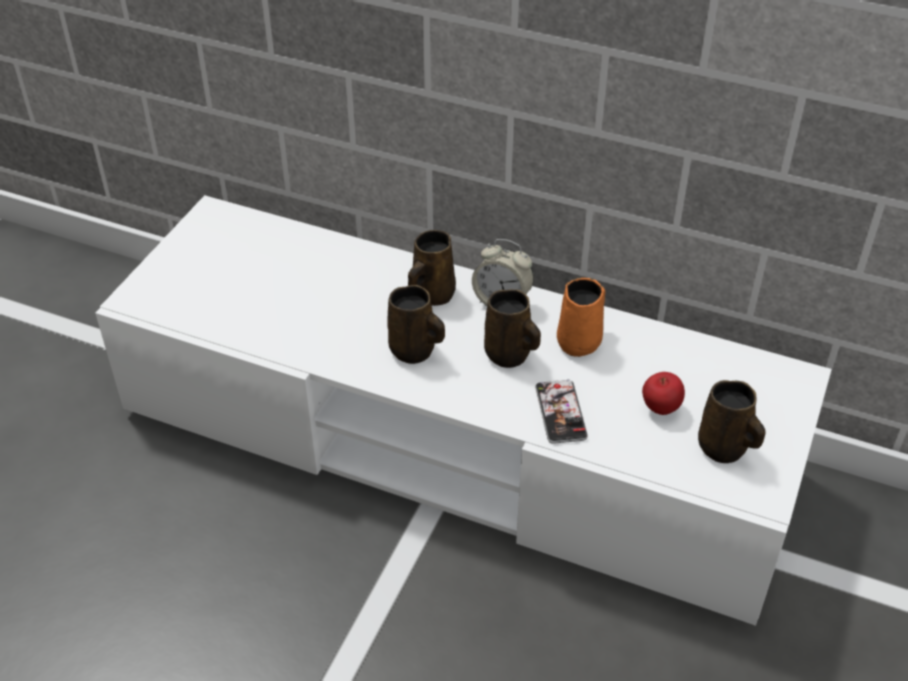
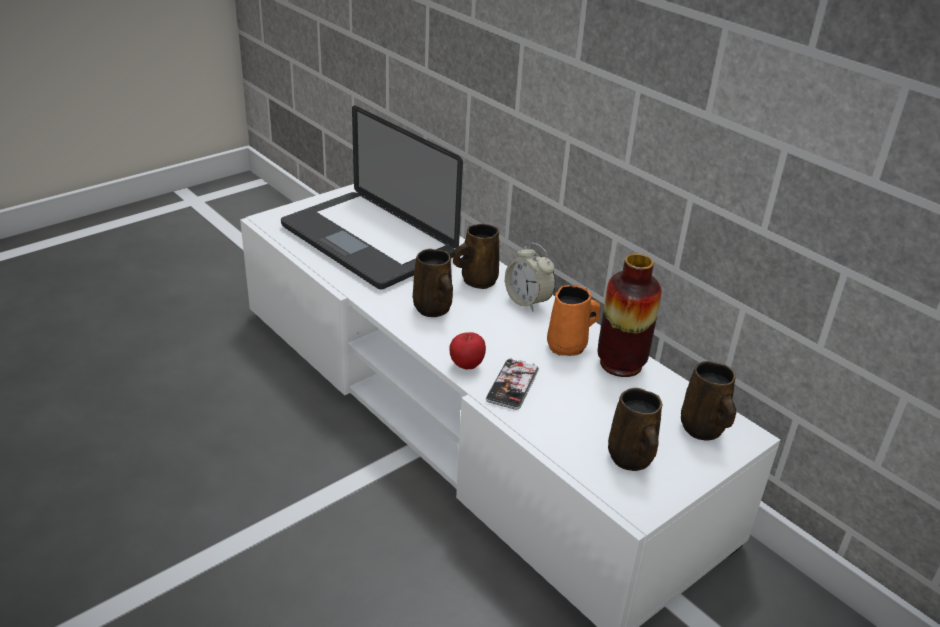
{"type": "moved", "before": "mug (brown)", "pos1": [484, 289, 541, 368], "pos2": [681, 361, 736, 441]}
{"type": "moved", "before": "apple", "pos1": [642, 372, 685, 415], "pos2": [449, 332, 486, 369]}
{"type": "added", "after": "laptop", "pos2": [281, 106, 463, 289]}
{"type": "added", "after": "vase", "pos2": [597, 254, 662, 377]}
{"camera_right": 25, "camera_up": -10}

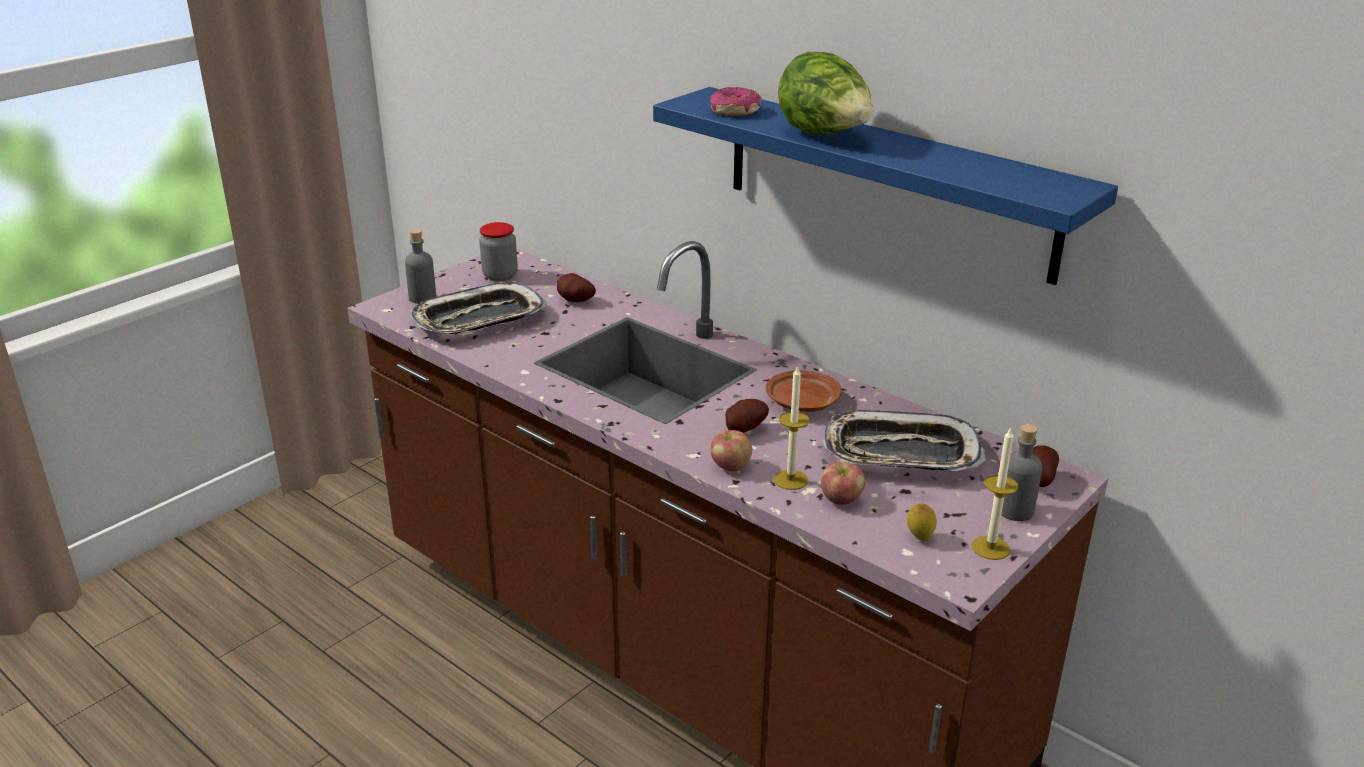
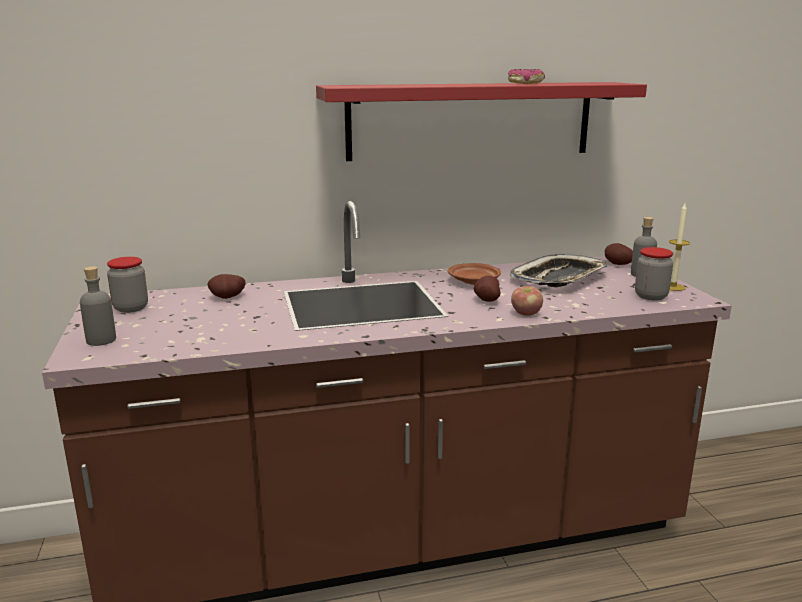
{"type": "removed", "before": "tray", "pos1": [411, 282, 546, 334]}
{"type": "recoloured", "before": "shelf (blue)", "after": "shelf (red)", "pos1": [653, 87, 1118, 285], "pos2": [316, 82, 647, 161]}
{"type": "moved", "before": "donut", "pos1": [710, 87, 762, 116], "pos2": [508, 69, 545, 84]}
{"type": "removed", "before": "candle", "pos1": [774, 365, 810, 490]}
{"type": "removed", "before": "lettuce", "pos1": [778, 52, 873, 134]}
{"type": "removed", "before": "apple", "pos1": [820, 462, 865, 505]}
{"type": "replaced", "before": "lemon", "after": "jar", "pos1": [907, 504, 937, 541], "pos2": [635, 247, 673, 301]}
{"camera_right": -55, "camera_up": -10}

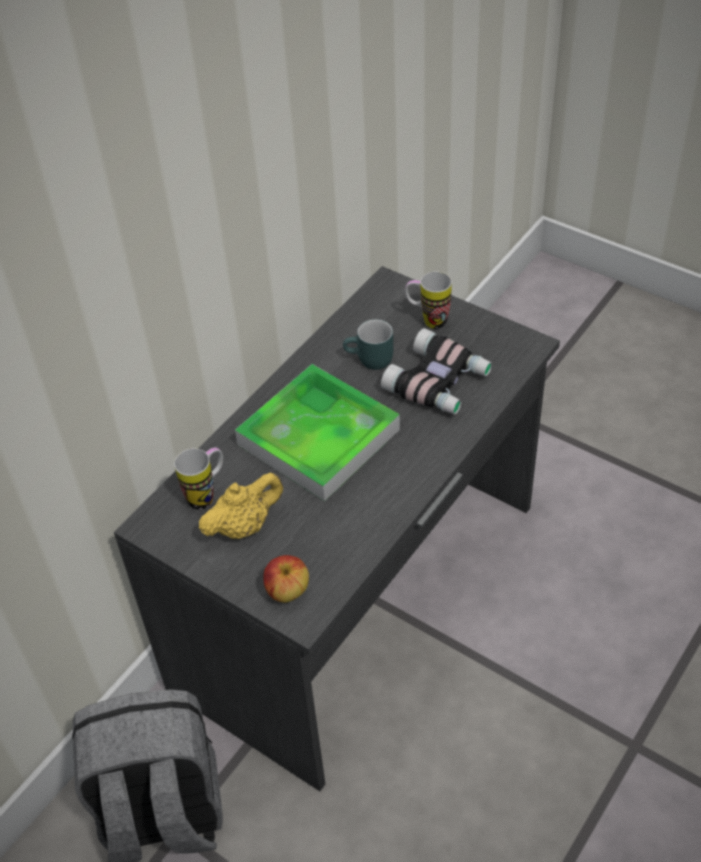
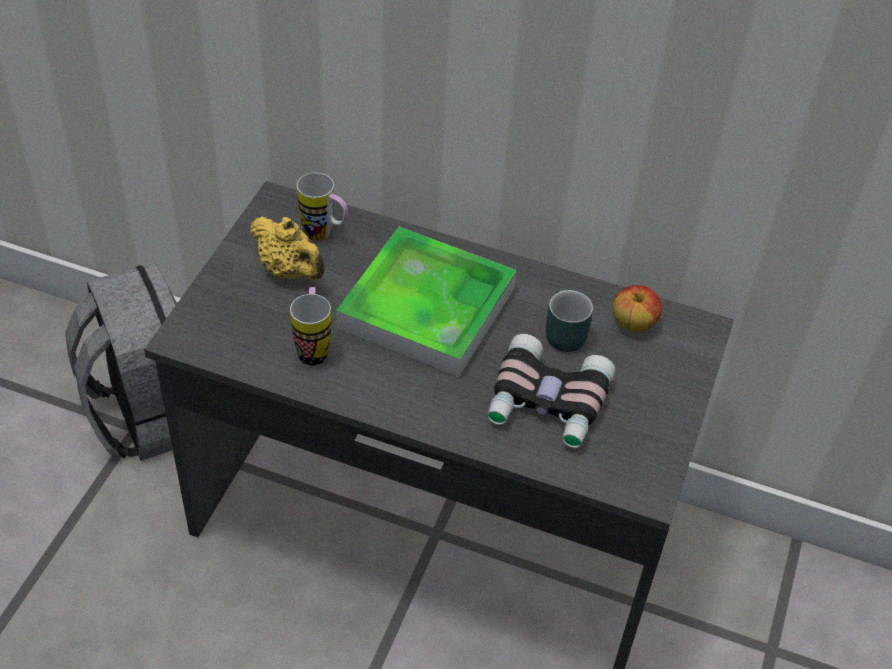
{"type": "moved", "before": "apple", "pos1": [264, 555, 309, 603], "pos2": [612, 285, 662, 332]}
{"type": "moved", "before": "mug", "pos1": [405, 271, 452, 329], "pos2": [290, 287, 331, 366]}
{"camera_right": 70, "camera_up": 0}

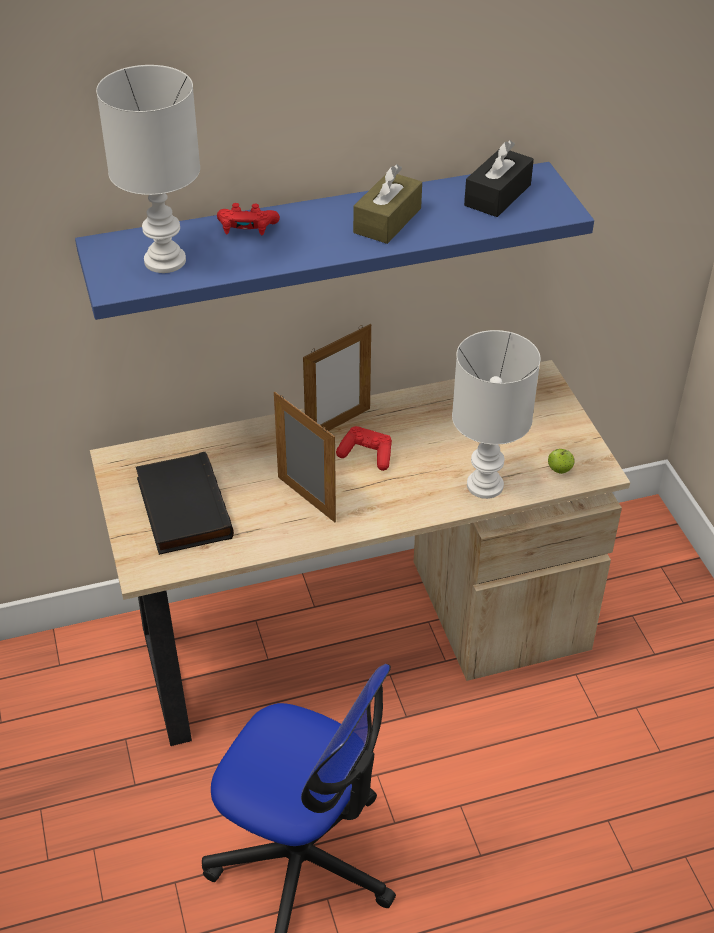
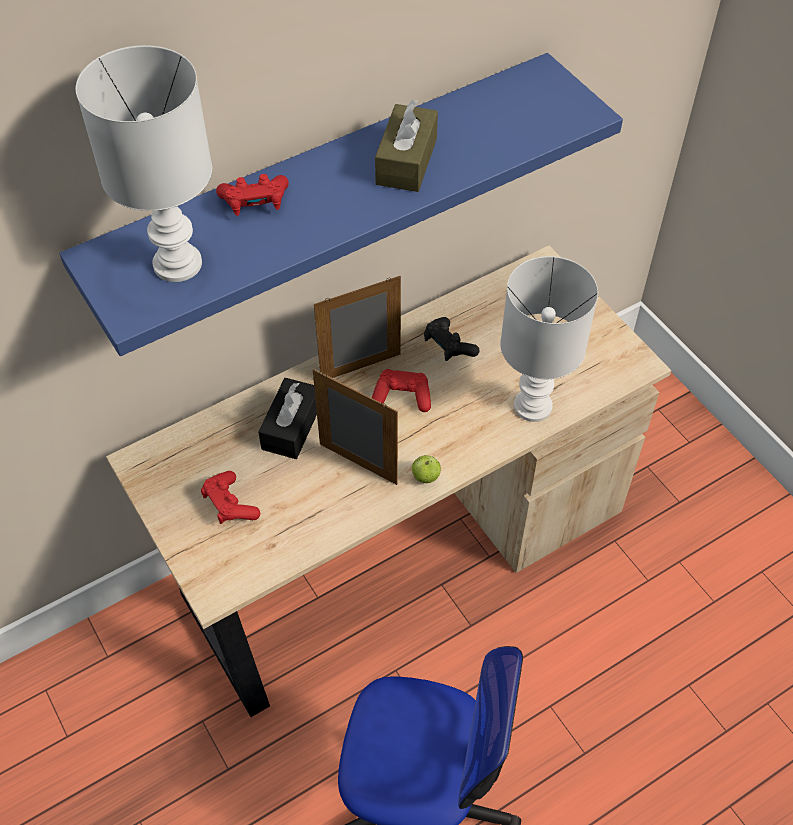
{"type": "replaced", "before": "book (black)", "after": "game controller (red)", "pos1": [136, 452, 234, 555], "pos2": [201, 471, 260, 524]}
{"type": "turned", "before": "picture frame", "pos1": [303, 324, 371, 431], "pos2": [314, 276, 401, 378], "turn": -150}
{"type": "moved", "before": "tissue box (black)", "pos1": [464, 140, 534, 217], "pos2": [258, 378, 317, 459]}
{"type": "moved", "before": "apple", "pos1": [548, 449, 575, 474], "pos2": [412, 455, 441, 483]}
{"type": "added", "after": "game controller (black)", "pos2": [424, 317, 480, 361]}
{"camera_right": -15, "camera_up": 10}

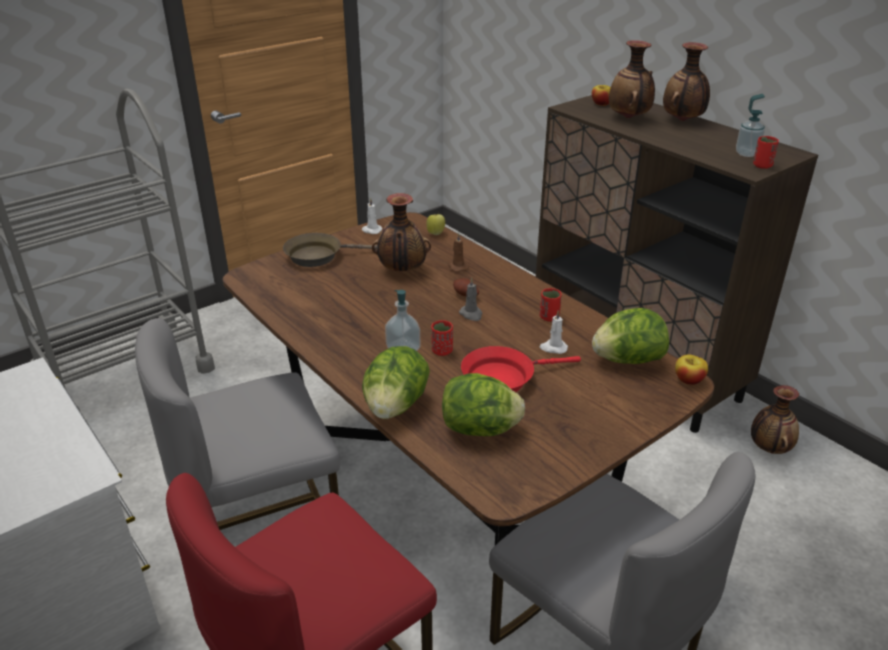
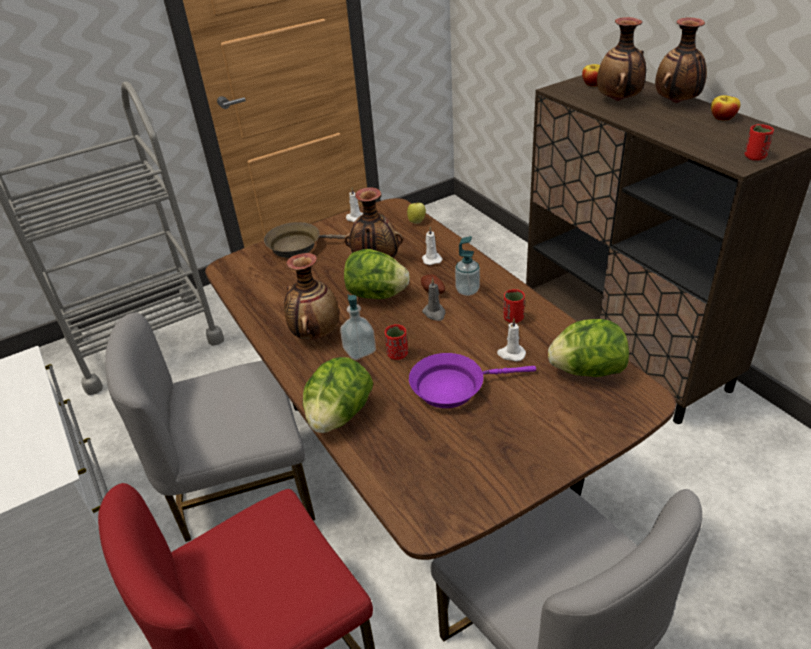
{"type": "moved", "before": "lettuce", "pos1": [442, 373, 525, 436], "pos2": [344, 249, 410, 299]}
{"type": "recoloured", "before": "candle (brown)", "after": "candle (white)", "pos1": [448, 233, 469, 272], "pos2": [422, 227, 443, 265]}
{"type": "recoloured", "before": "frying pan (red)", "after": "frying pan (purple)", "pos1": [461, 346, 581, 392], "pos2": [409, 353, 536, 408]}
{"type": "moved", "before": "apple", "pos1": [675, 355, 708, 385], "pos2": [711, 95, 740, 121]}
{"type": "moved", "before": "soap dispenser", "pos1": [736, 94, 765, 157], "pos2": [455, 236, 480, 296]}
{"type": "moved", "before": "vase", "pos1": [751, 385, 799, 454], "pos2": [284, 253, 339, 340]}
{"camera_right": 10, "camera_up": 5}

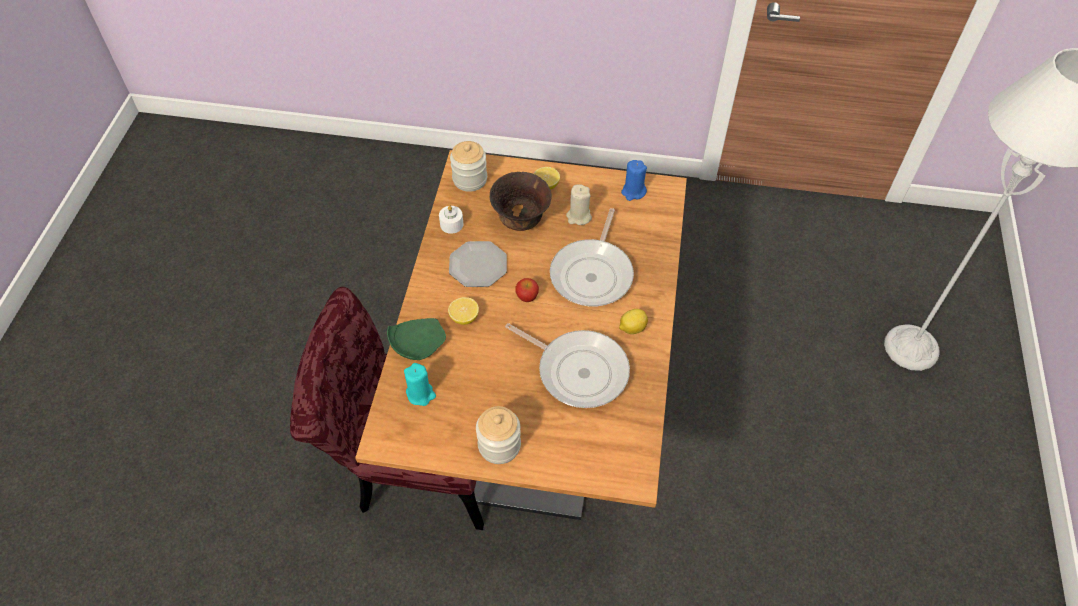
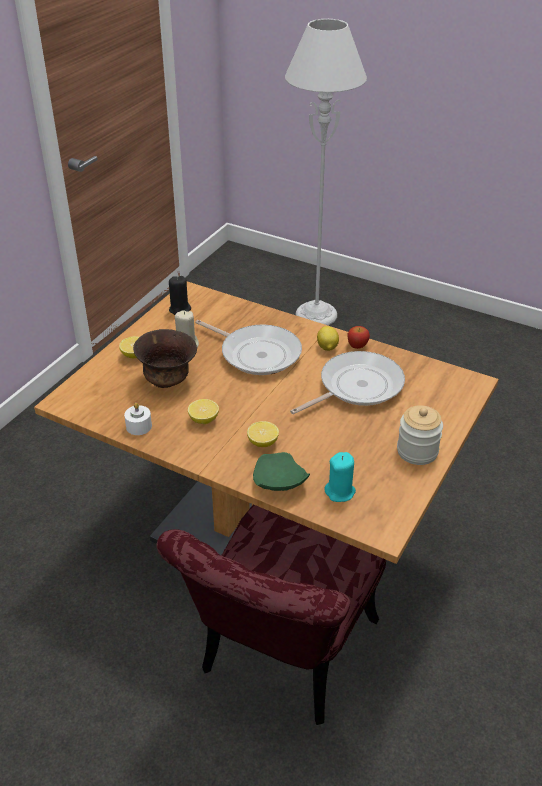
{"type": "replaced", "before": "plate", "after": "lemon", "pos1": [449, 241, 507, 287], "pos2": [188, 399, 219, 424]}
{"type": "removed", "before": "jar", "pos1": [450, 141, 487, 192]}
{"type": "moved", "before": "apple", "pos1": [515, 278, 539, 302], "pos2": [347, 326, 370, 349]}
{"type": "recoloured", "before": "candle (blue)", "after": "candle (black)", "pos1": [621, 160, 647, 201], "pos2": [169, 276, 191, 315]}
{"camera_right": -70, "camera_up": -15}

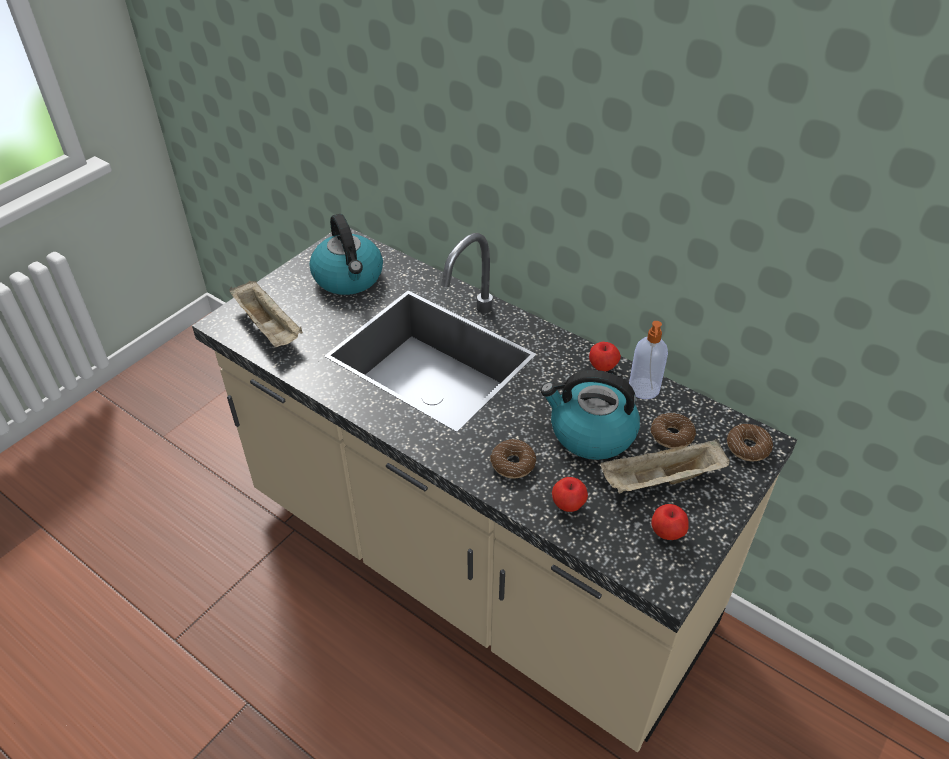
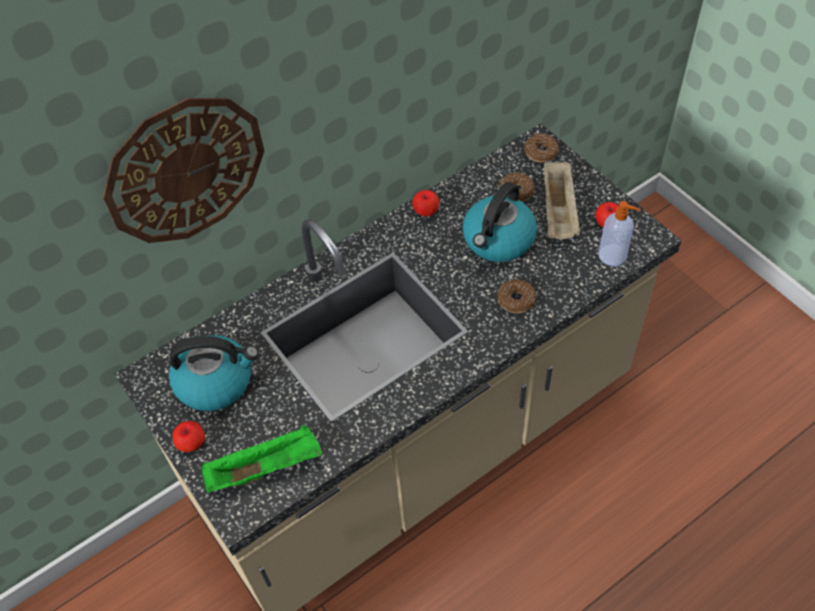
{"type": "recoloured", "before": "tray (beige)", "after": "tray (green)", "pos1": [229, 281, 303, 347], "pos2": [201, 425, 322, 493]}
{"type": "moved", "before": "apple", "pos1": [552, 477, 588, 512], "pos2": [173, 421, 205, 452]}
{"type": "moved", "before": "soap dispenser", "pos1": [629, 321, 668, 399], "pos2": [598, 201, 641, 266]}
{"type": "added", "after": "wall clock", "pos2": [103, 98, 264, 243]}
{"camera_right": -70, "camera_up": 10}

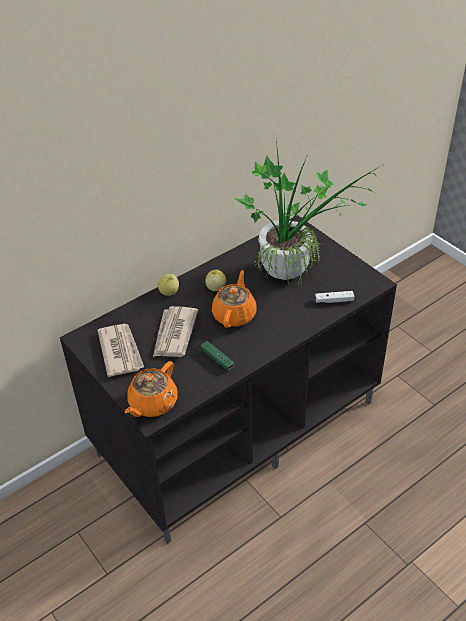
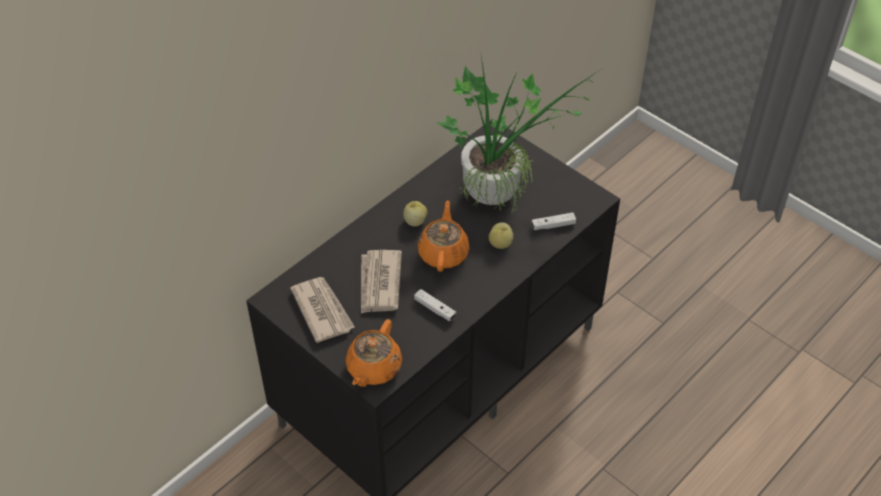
{"type": "moved", "before": "apple", "pos1": [158, 274, 179, 296], "pos2": [489, 222, 513, 249]}
{"type": "recoloured", "before": "game controller (green)", "after": "game controller (white)", "pos1": [200, 341, 234, 370], "pos2": [414, 289, 456, 321]}
{"camera_right": -10, "camera_up": 5}

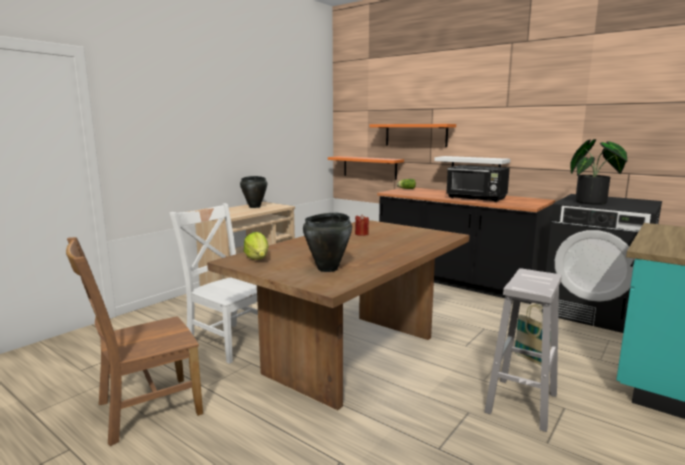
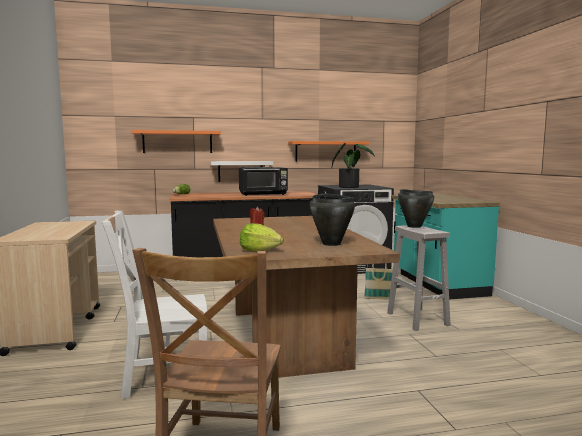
{"type": "moved", "before": "cooking pot (black)", "pos1": [240, 176, 267, 208], "pos2": [398, 189, 434, 228]}
{"type": "moved", "before": "shelf (orange)", "pos1": [328, 156, 404, 180], "pos2": [288, 141, 370, 162]}
{"camera_right": -50, "camera_up": -5}

